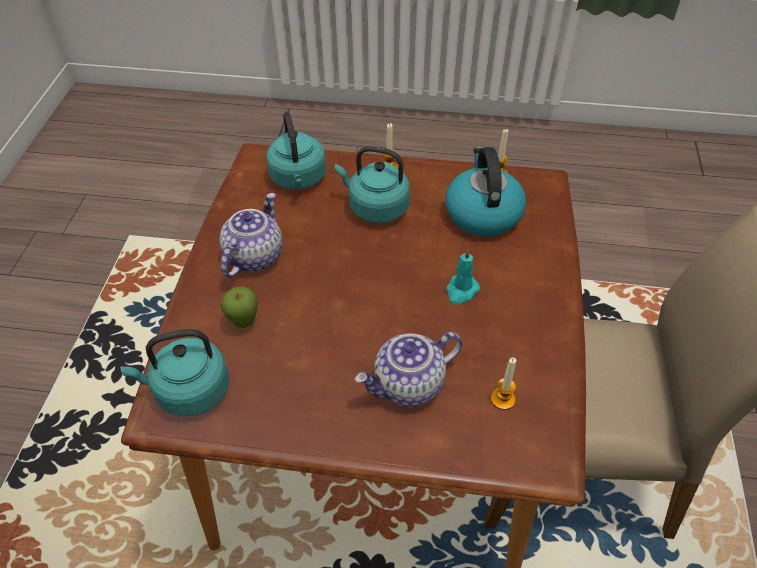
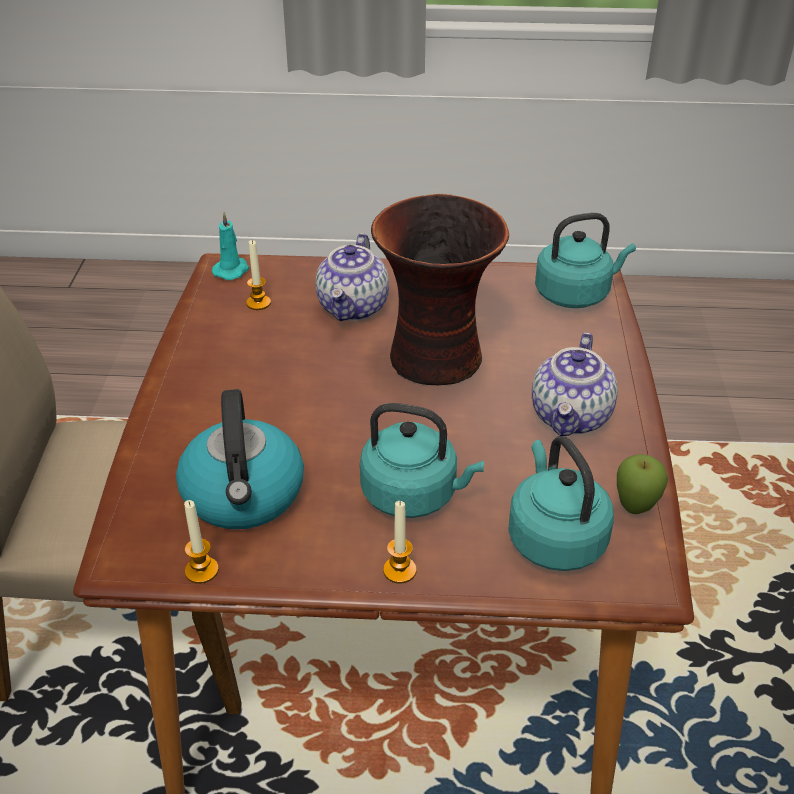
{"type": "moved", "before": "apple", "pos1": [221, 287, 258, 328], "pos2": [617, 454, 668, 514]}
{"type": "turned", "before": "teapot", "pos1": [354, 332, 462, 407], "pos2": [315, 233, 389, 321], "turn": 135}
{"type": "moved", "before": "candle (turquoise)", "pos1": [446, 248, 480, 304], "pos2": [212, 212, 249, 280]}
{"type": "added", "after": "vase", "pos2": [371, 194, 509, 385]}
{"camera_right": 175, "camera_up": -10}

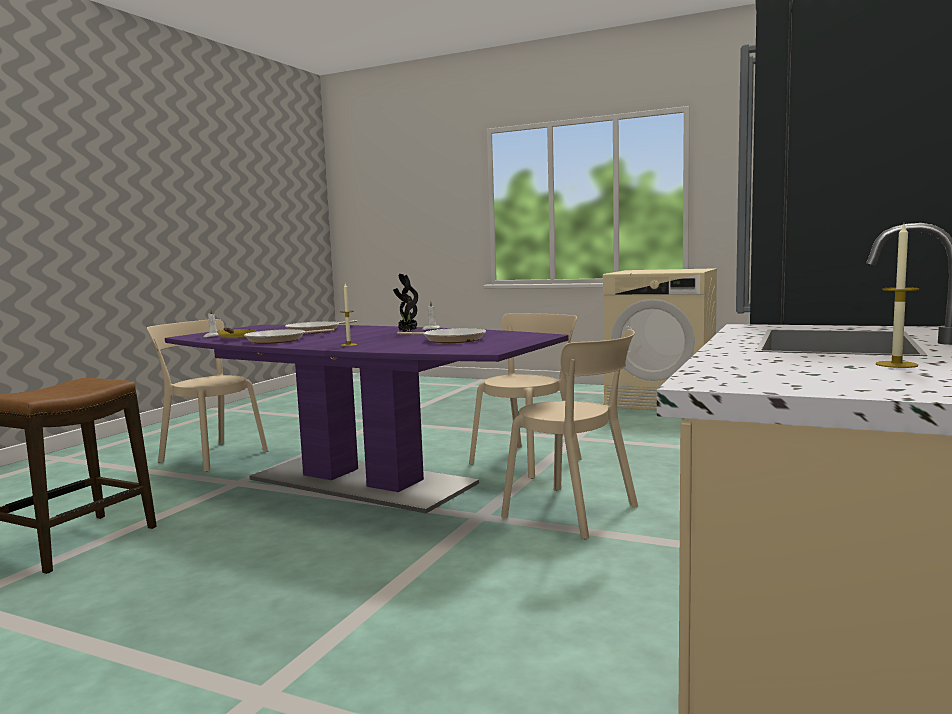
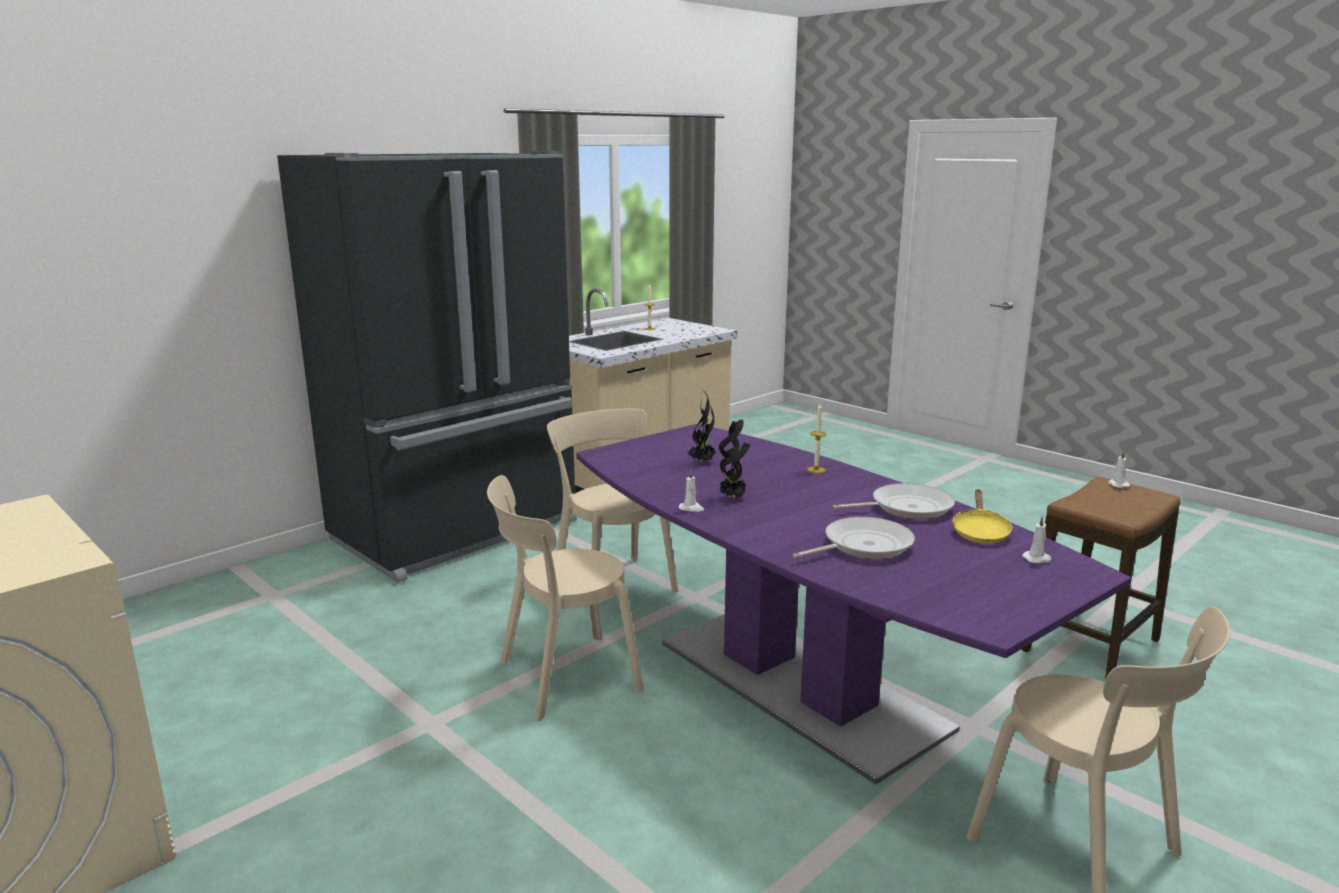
{"type": "replaced", "before": "frying pan", "after": "potted plant", "pos1": [397, 328, 486, 343], "pos2": [688, 391, 716, 462]}
{"type": "added", "after": "candle (white)", "pos2": [1108, 451, 1130, 488]}
{"camera_right": -160, "camera_up": 10}

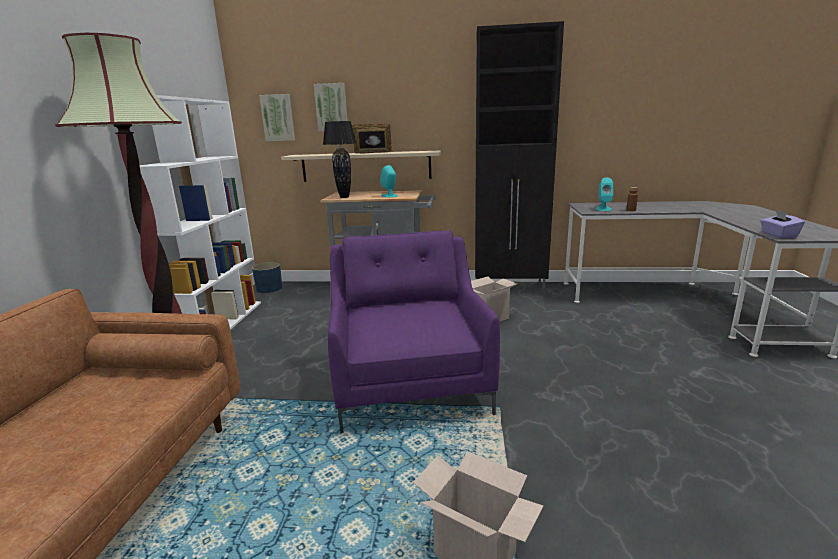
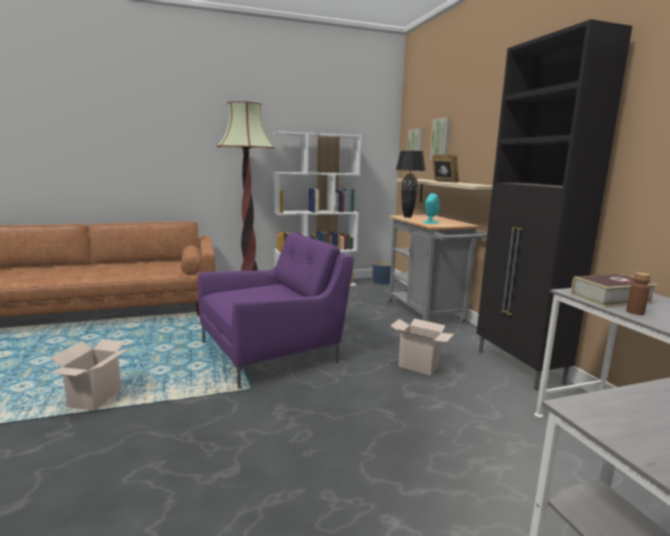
{"type": "replaced", "before": "speaker (turquoise)", "after": "book", "pos1": [596, 177, 613, 211], "pos2": [571, 274, 658, 307]}
{"type": "removed", "before": "tissue box (purple)", "pos1": [760, 209, 805, 238]}
{"camera_right": 65, "camera_up": -5}

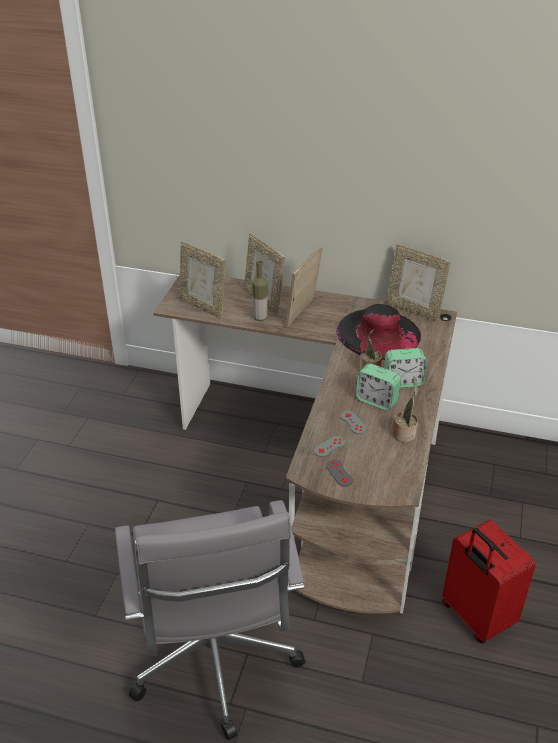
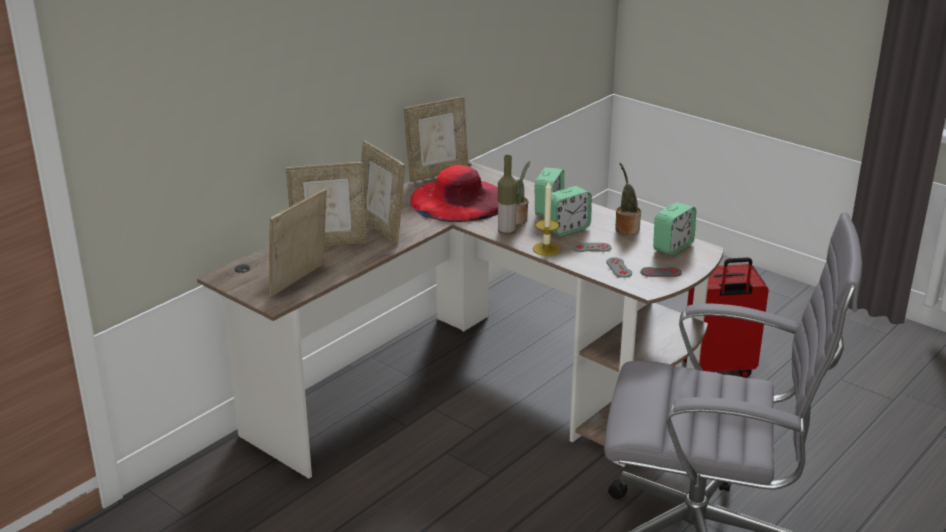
{"type": "turned", "before": "picture frame", "pos1": [179, 241, 226, 319], "pos2": [269, 188, 327, 297], "turn": 150}
{"type": "moved", "before": "bottle", "pos1": [252, 261, 268, 321], "pos2": [498, 155, 517, 235]}
{"type": "recoloured", "before": "hat (black)", "after": "hat (red)", "pos1": [336, 304, 421, 360], "pos2": [410, 165, 498, 222]}
{"type": "added", "after": "candle", "pos2": [532, 181, 561, 256]}
{"type": "added", "after": "alarm clock", "pos2": [653, 202, 696, 255]}
{"camera_right": -65, "camera_up": -10}

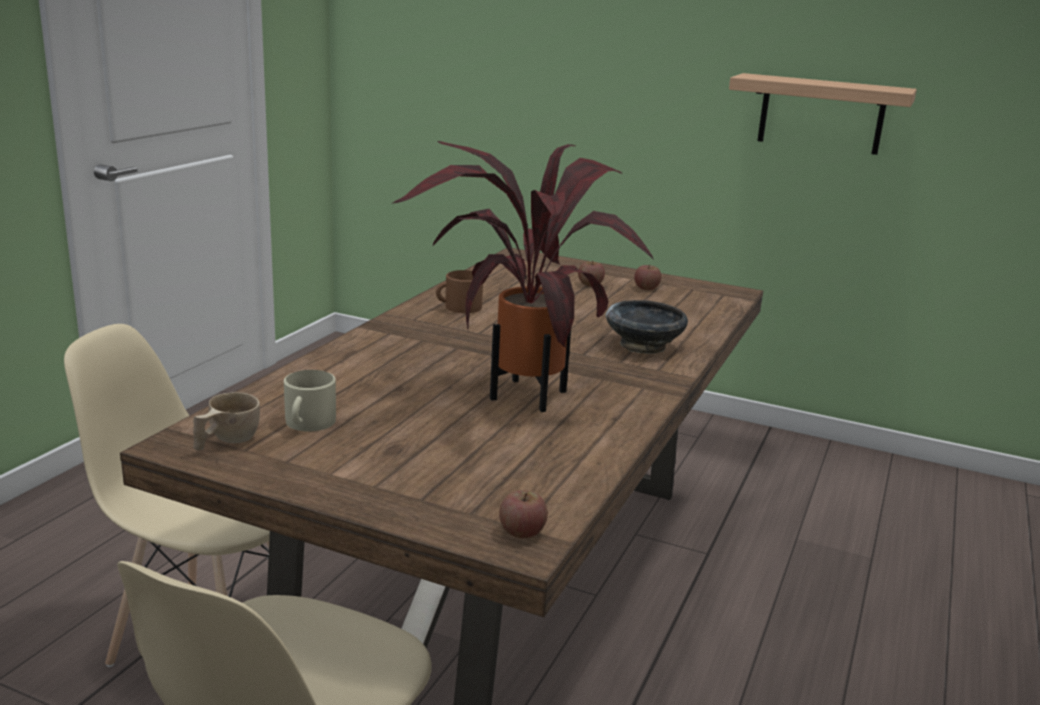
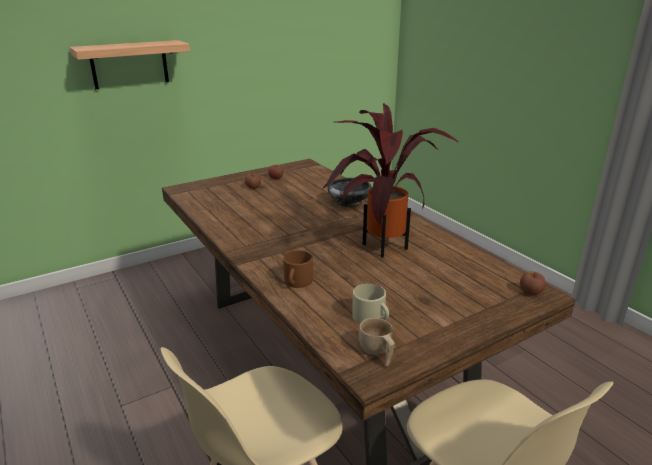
{"type": "moved", "before": "mug (brown)", "pos1": [436, 270, 483, 313], "pos2": [283, 251, 313, 288]}
{"type": "moved", "before": "shelf", "pos1": [729, 73, 917, 155], "pos2": [70, 40, 190, 89]}
{"camera_right": -55, "camera_up": 5}

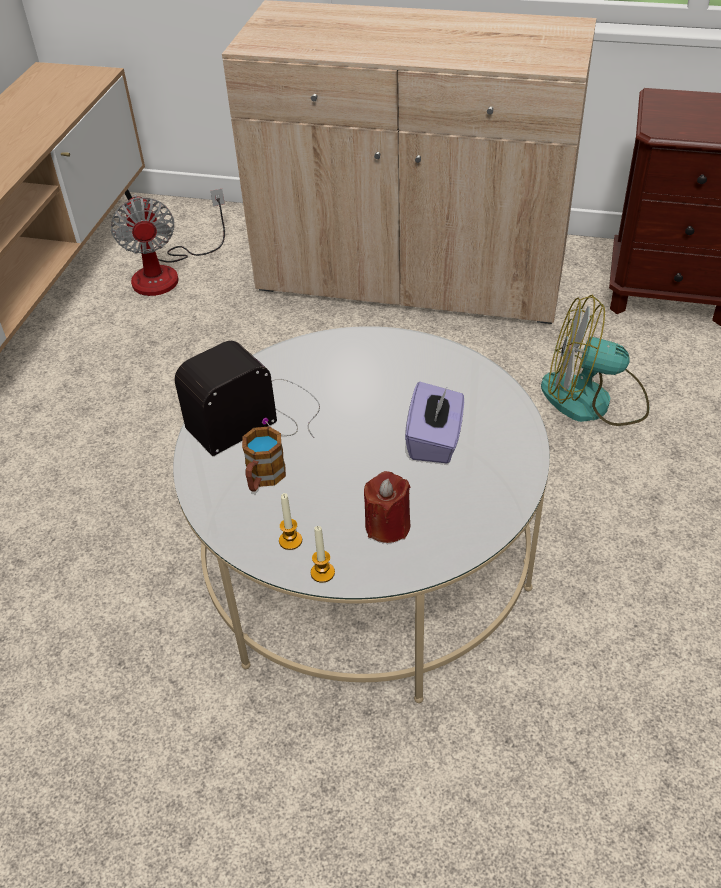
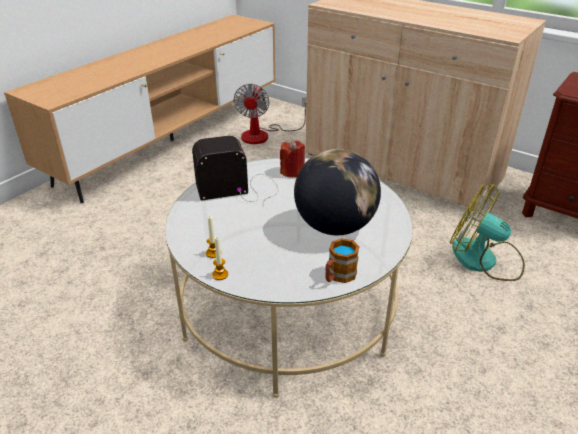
{"type": "moved", "before": "mug", "pos1": [242, 426, 286, 492], "pos2": [325, 238, 359, 283]}
{"type": "moved", "before": "candle (red)", "pos1": [364, 471, 410, 543], "pos2": [280, 140, 305, 178]}
{"type": "replaced", "before": "tissue box (purple)", "after": "globe", "pos1": [405, 382, 464, 463], "pos2": [294, 149, 381, 235]}
{"camera_right": 20, "camera_up": -10}

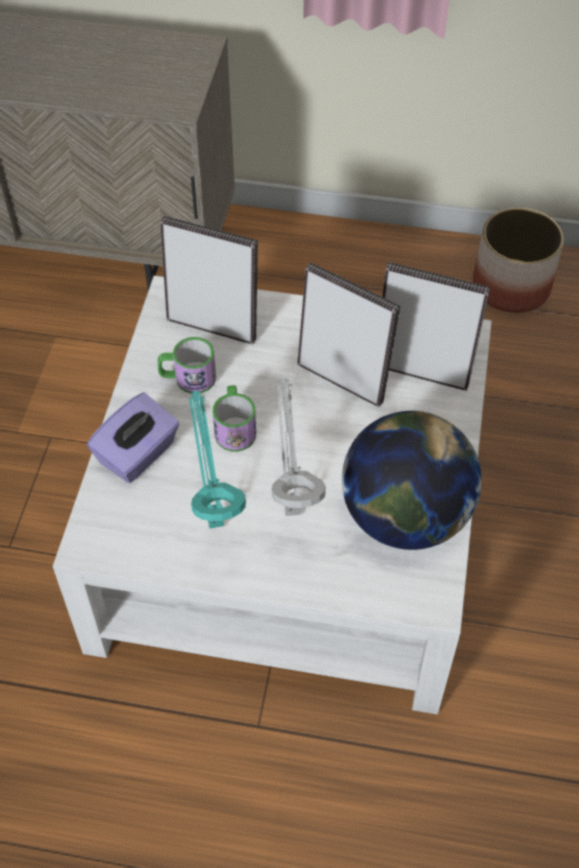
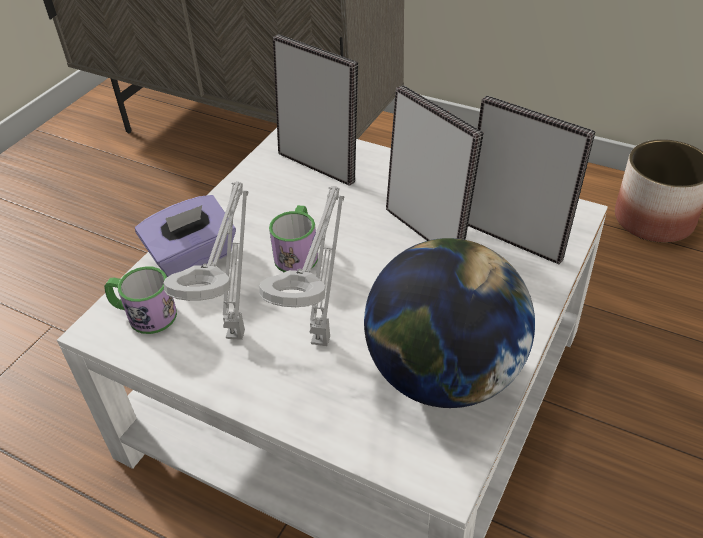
{"type": "moved", "before": "mug", "pos1": [158, 337, 216, 393], "pos2": [104, 266, 177, 334]}
{"type": "recoloured", "before": "table lamp (turquoise)", "after": "table lamp (grey)", "pos1": [189, 391, 246, 529], "pos2": [164, 181, 248, 340]}
{"camera_right": 20, "camera_up": -10}

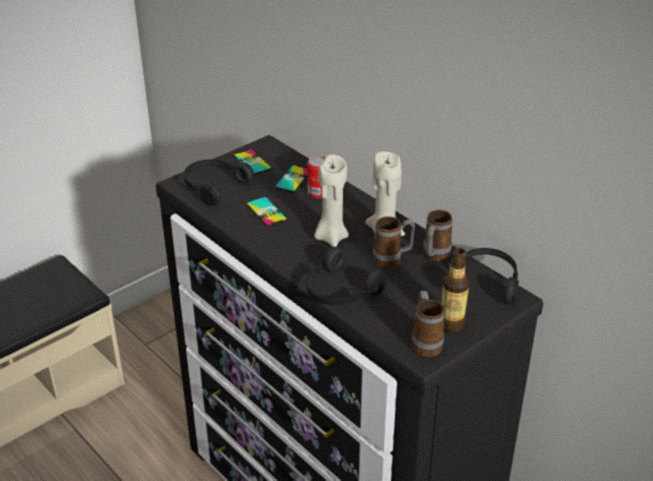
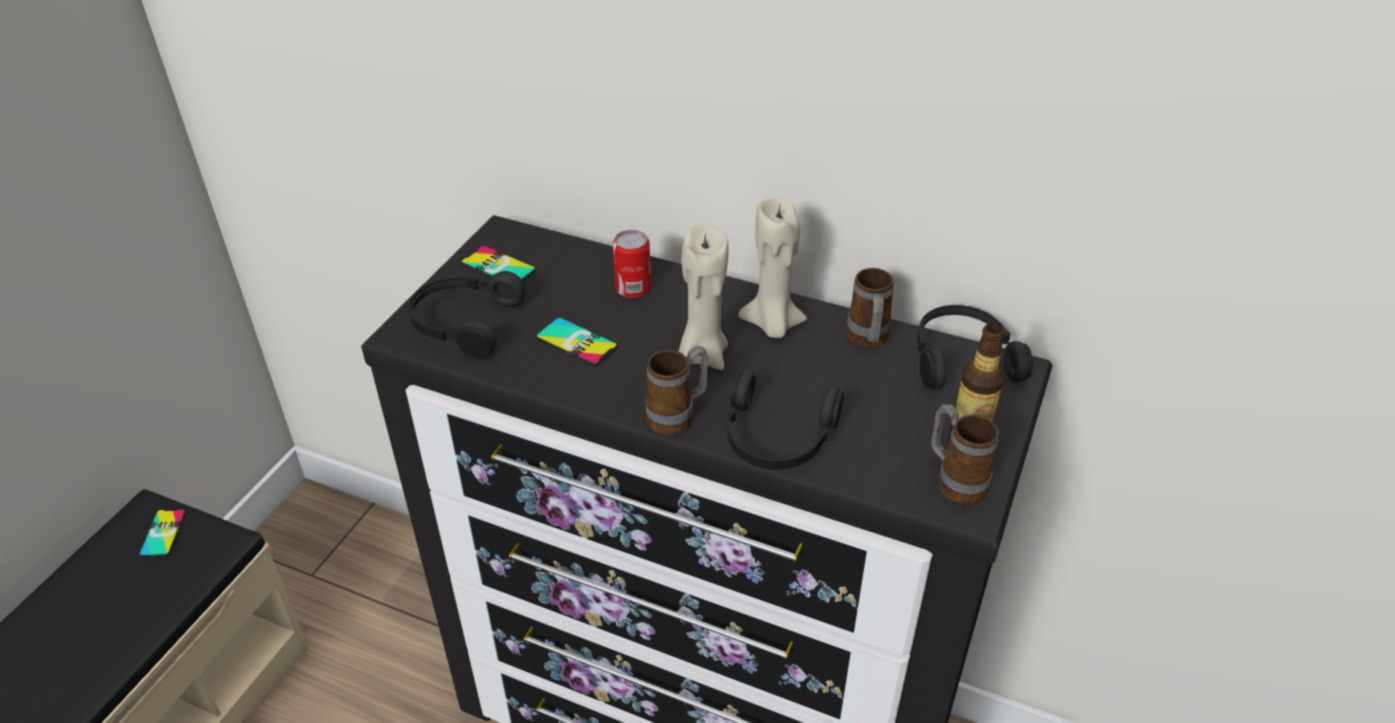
{"type": "moved", "before": "phone", "pos1": [275, 165, 307, 193], "pos2": [139, 509, 186, 557]}
{"type": "moved", "before": "mug", "pos1": [373, 216, 415, 269], "pos2": [646, 346, 708, 435]}
{"camera_right": -25, "camera_up": 5}

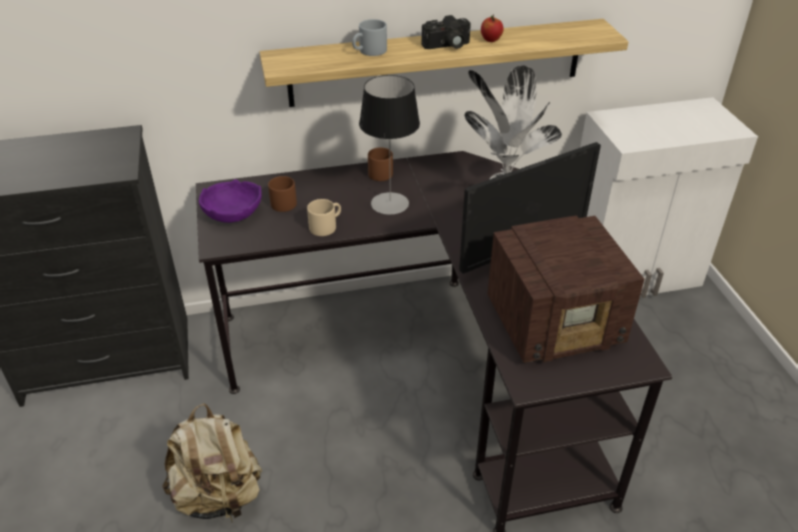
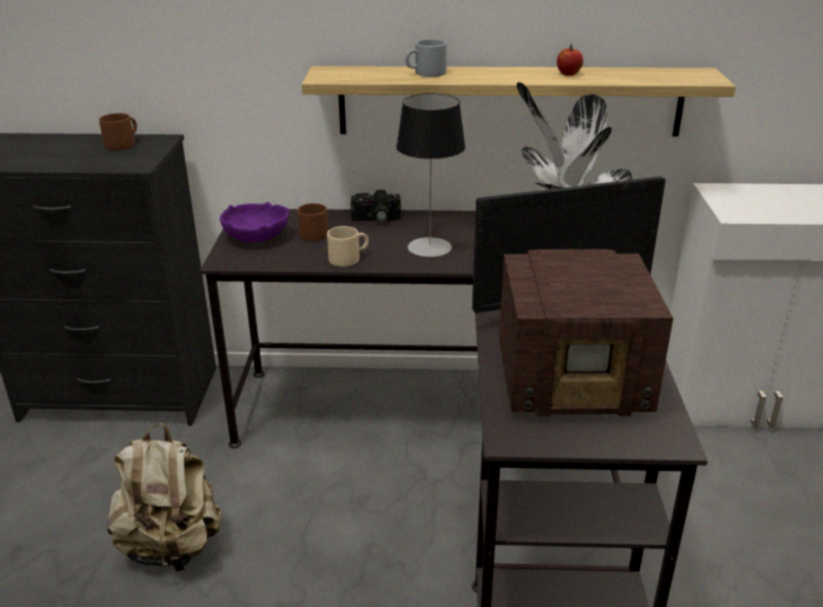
{"type": "moved", "before": "mug (brown)", "pos1": [368, 147, 393, 181], "pos2": [99, 113, 137, 150]}
{"type": "moved", "before": "photo camera", "pos1": [421, 15, 471, 49], "pos2": [351, 190, 401, 223]}
{"camera_right": 15, "camera_up": -10}

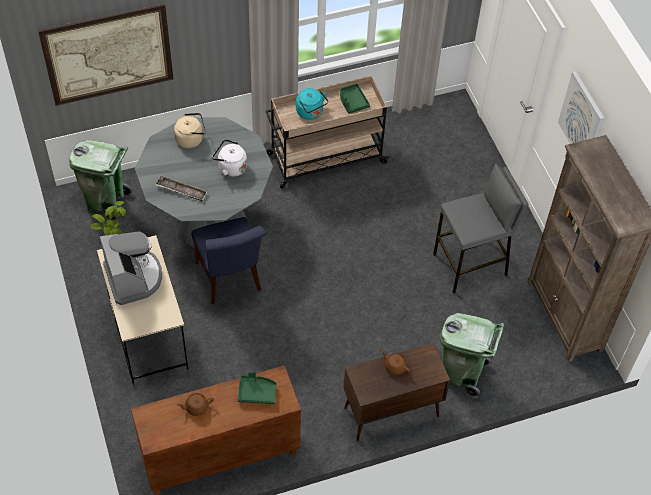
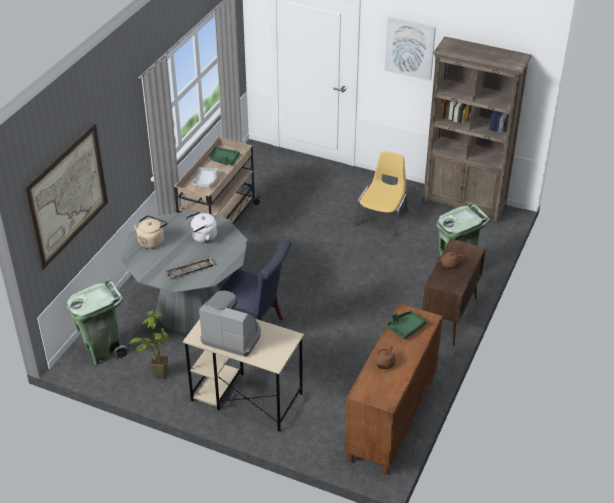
{"type": "replaced", "before": "kettle (turquoise)", "after": "tray (grey)", "pos1": [296, 88, 328, 120], "pos2": [193, 167, 219, 187]}
{"type": "replaced", "before": "stool (grey)", "after": "chair (yellow)", "pos1": [433, 164, 529, 294], "pos2": [355, 151, 408, 236]}
{"camera_right": -45, "camera_up": -15}

